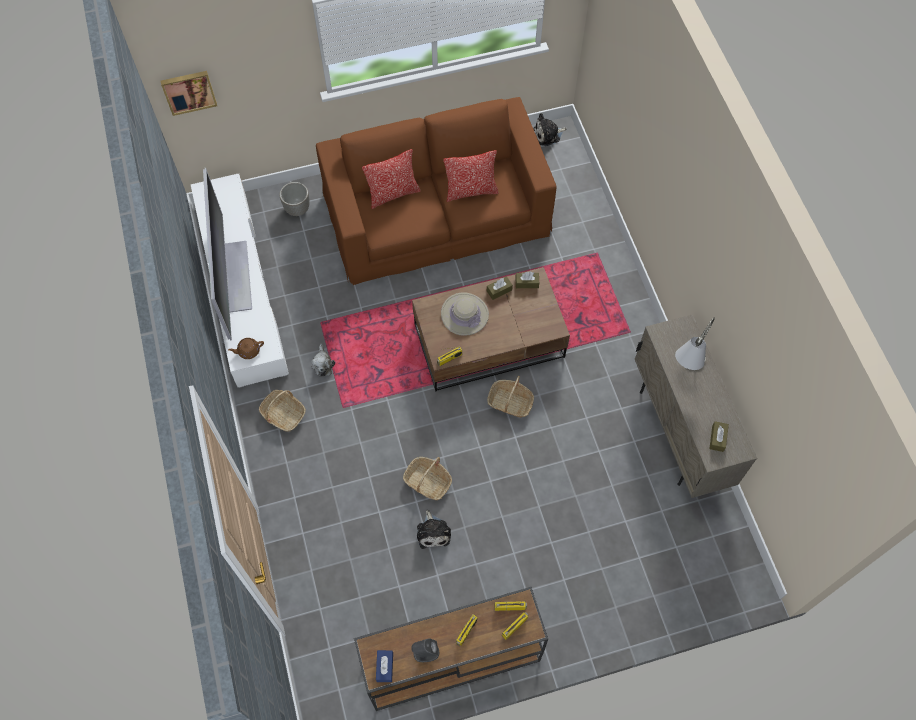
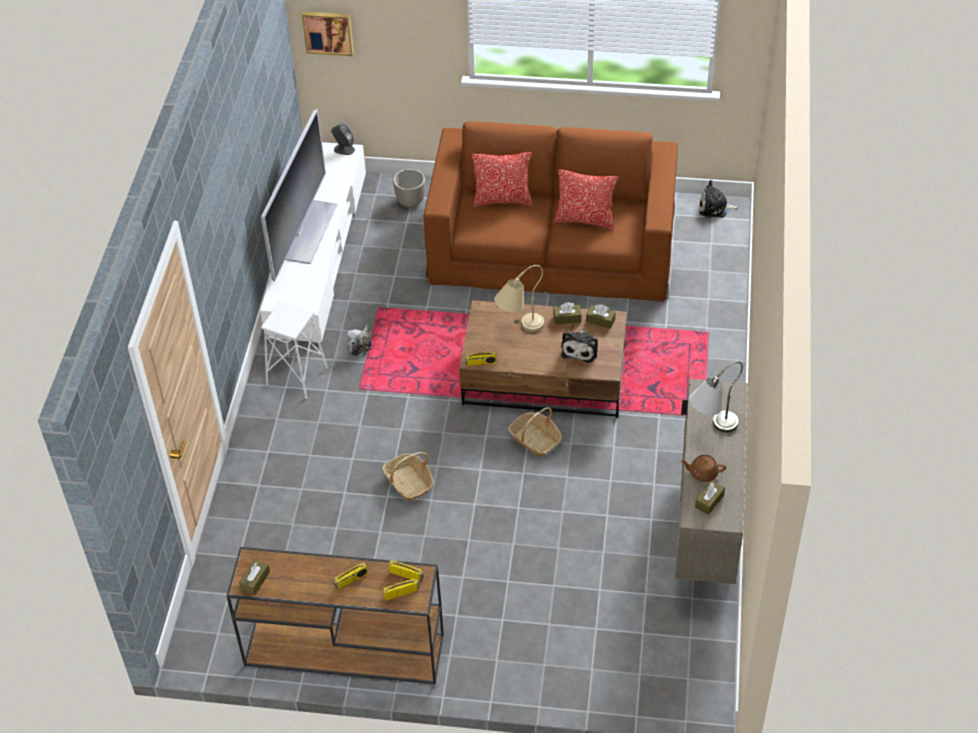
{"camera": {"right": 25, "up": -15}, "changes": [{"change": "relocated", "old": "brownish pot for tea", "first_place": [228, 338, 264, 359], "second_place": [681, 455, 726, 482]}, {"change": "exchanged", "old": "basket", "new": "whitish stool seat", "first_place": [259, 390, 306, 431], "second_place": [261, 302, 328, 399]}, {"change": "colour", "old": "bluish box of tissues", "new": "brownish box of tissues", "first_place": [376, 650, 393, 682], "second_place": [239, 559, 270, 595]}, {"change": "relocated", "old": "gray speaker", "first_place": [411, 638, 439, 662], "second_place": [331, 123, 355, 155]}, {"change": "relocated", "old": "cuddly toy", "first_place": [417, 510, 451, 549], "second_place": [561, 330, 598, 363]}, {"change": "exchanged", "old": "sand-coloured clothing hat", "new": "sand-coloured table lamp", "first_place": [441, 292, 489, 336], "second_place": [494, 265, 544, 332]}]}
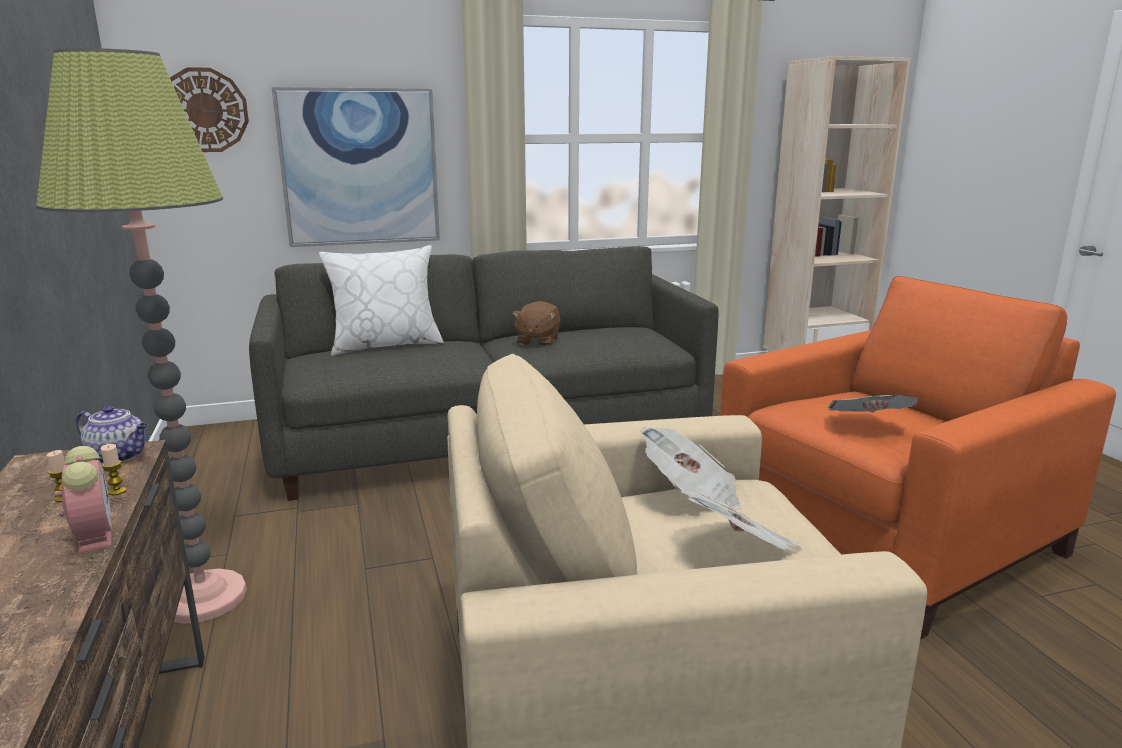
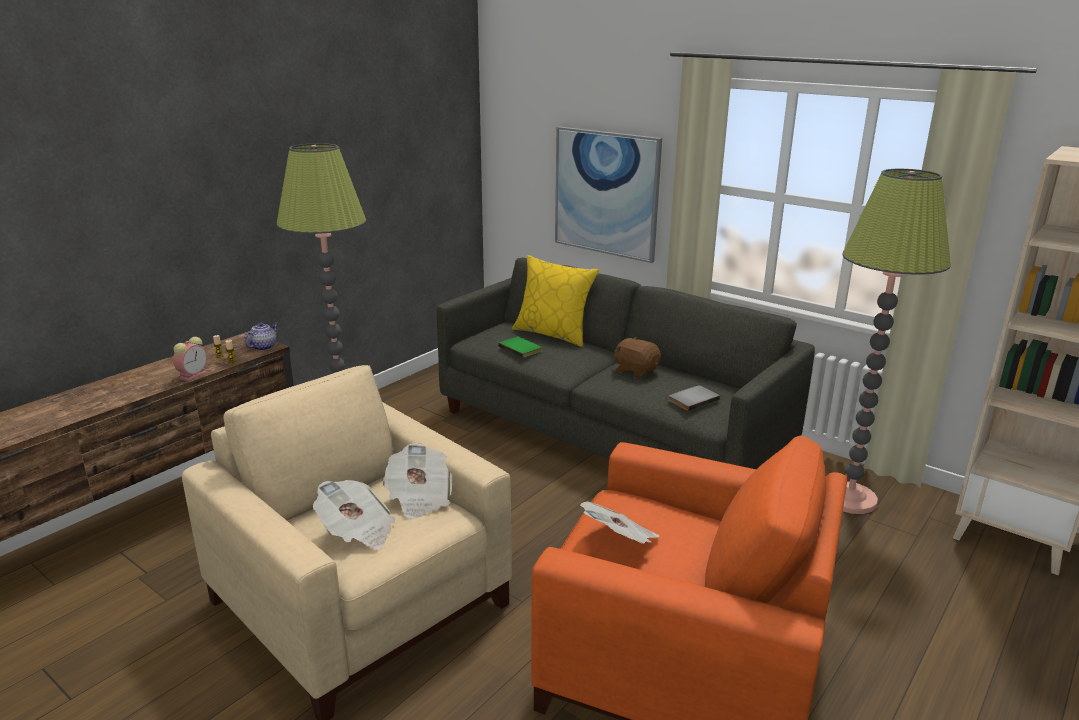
{"camera": {"right": 55, "up": 5}, "changes": [{"change": "spun", "old": "pot for tea", "first_place": [76, 406, 148, 464], "second_place": [244, 322, 278, 351], "degrees": -135}, {"change": "missing", "old": "hanging clock", "first_place": [170, 67, 249, 152]}, {"change": "colour", "old": "whitish pillow", "new": "yellowish pillow", "first_place": [319, 245, 444, 356], "second_place": [512, 255, 599, 347]}, {"change": "spun", "old": "brownish cuddly toy", "first_place": [512, 301, 561, 347], "second_place": [614, 337, 661, 378], "degrees": 60}, {"change": "appeared", "new": "green-coloured volume", "second_place": [498, 337, 542, 358]}, {"change": "appeared", "new": "gray volume", "second_place": [668, 385, 720, 411]}, {"change": "appeared", "new": "floor lamp", "second_place": [842, 169, 951, 514]}]}
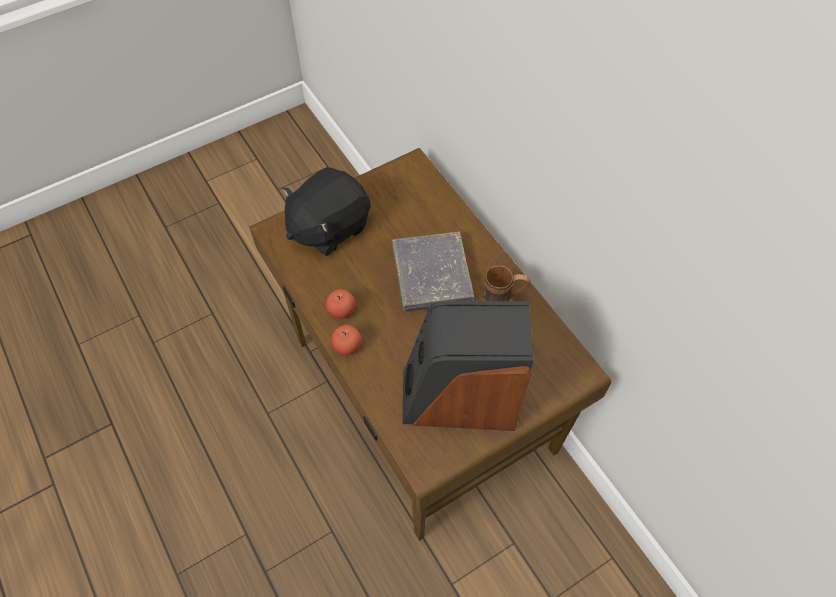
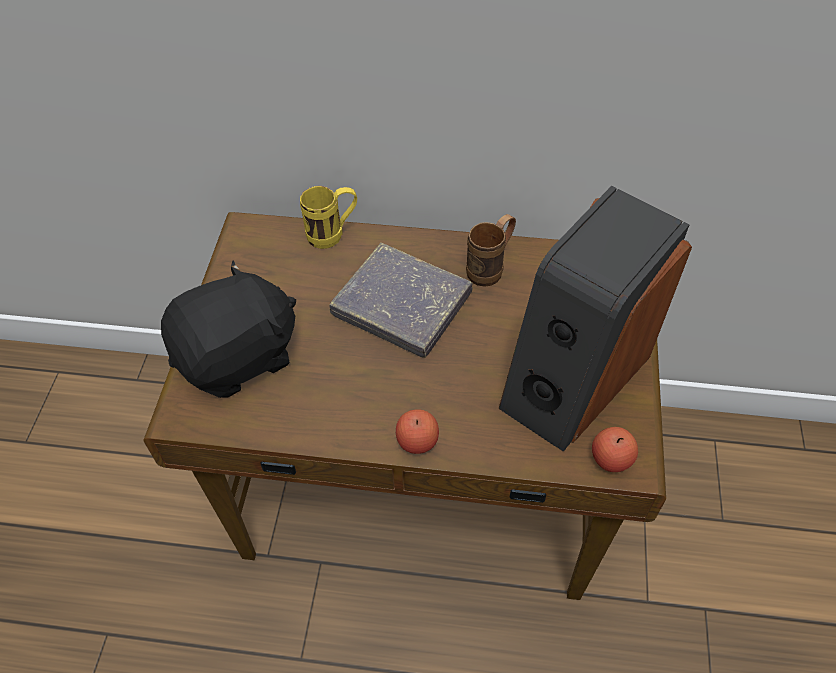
{"camera": {"right": -50, "up": -5}, "changes": [{"change": "spun", "old": "blackish cuddly toy", "first_place": [282, 168, 370, 256], "second_place": [161, 260, 296, 398], "degrees": -120}, {"change": "relocated", "old": "apple fruit", "first_place": [326, 289, 355, 319], "second_place": [592, 427, 638, 472]}, {"change": "appeared", "new": "yellowish tea mug", "second_place": [300, 186, 357, 249]}]}
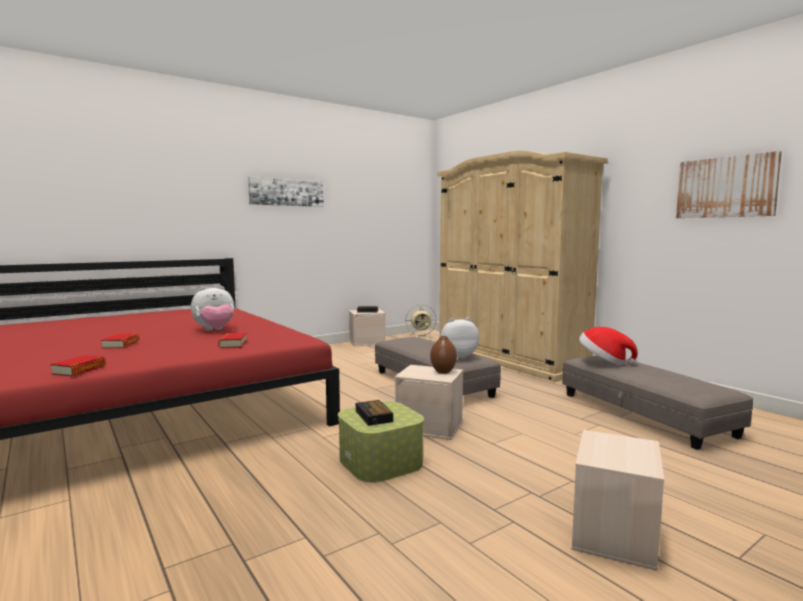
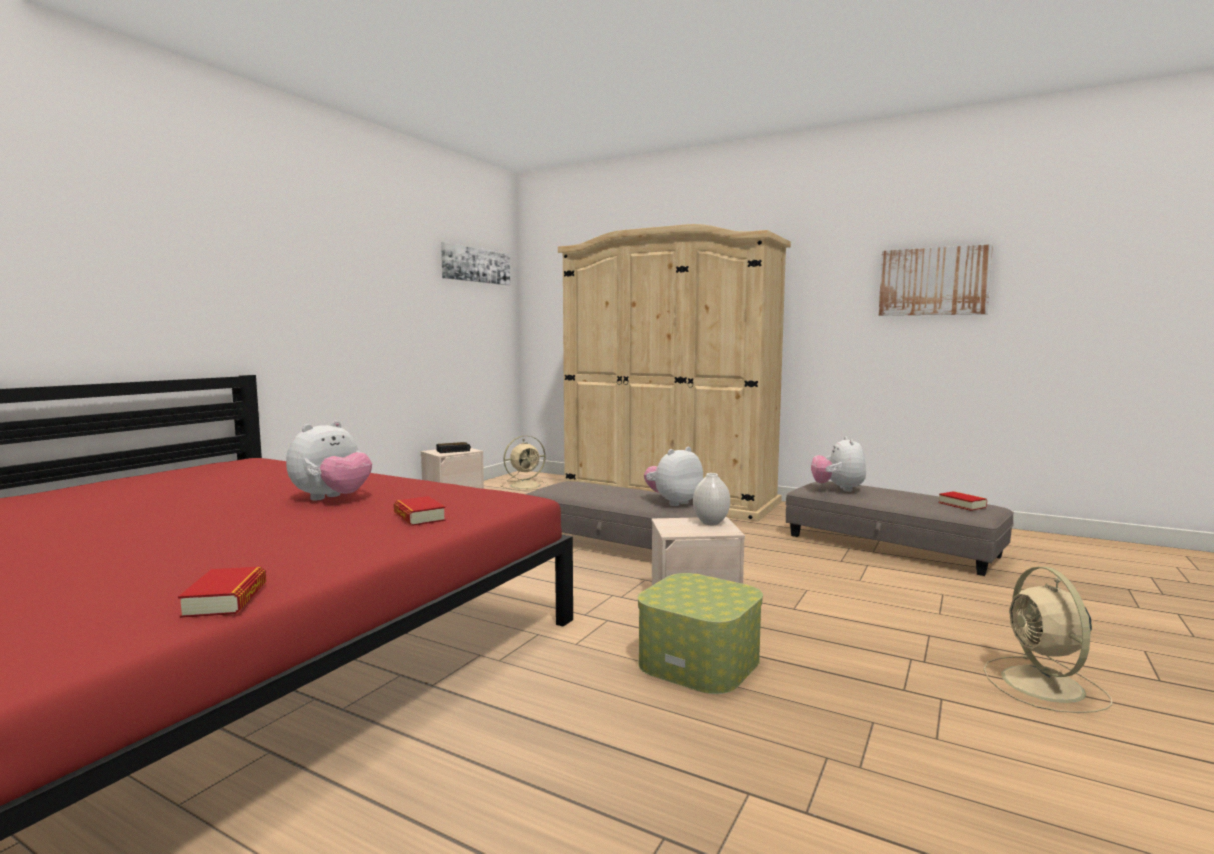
{"camera": {"right": -25, "up": 0}, "changes": [{"change": "relocated", "old": "volume", "first_place": [101, 334, 139, 349], "second_place": [938, 491, 987, 511]}, {"change": "relocated", "old": "wall art", "first_place": [248, 177, 324, 207], "second_place": [441, 242, 510, 285]}, {"change": "missing", "old": "alarm clock", "first_place": [356, 400, 393, 426]}, {"change": "colour", "old": "brownish vase", "new": "whitish vase", "first_place": [430, 336, 457, 374], "second_place": [693, 473, 730, 525]}, {"change": "exchanged", "old": "sand-coloured storage box", "new": "sand-coloured fan", "first_place": [571, 430, 664, 571], "second_place": [983, 567, 1112, 713]}, {"change": "exchanged", "old": "clothing hat", "new": "cuddly toy", "first_place": [579, 327, 638, 365], "second_place": [811, 436, 866, 492]}]}
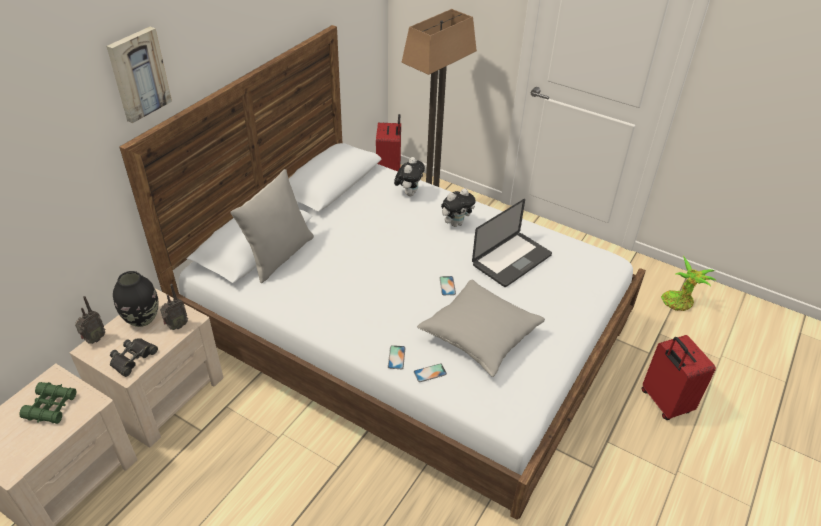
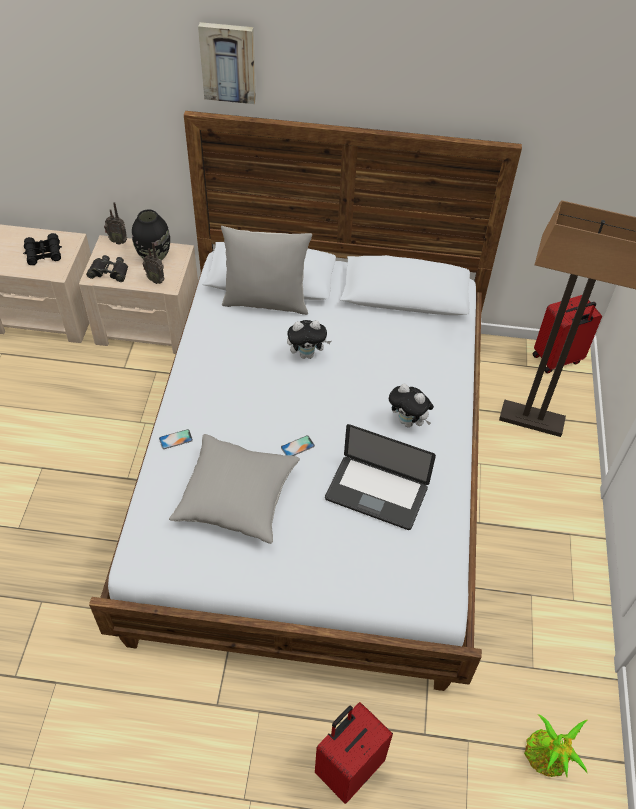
{"camera": {"right": 65, "up": 10}, "changes": [{"change": "colour", "old": "green-coloured binoculars", "new": "blackish binoculars", "first_place": [19, 382, 76, 424], "second_place": [23, 233, 62, 265]}, {"change": "relocated", "old": "cuddly toy", "first_place": [394, 157, 425, 196], "second_place": [287, 320, 331, 359]}, {"change": "missing", "old": "phone", "first_place": [414, 363, 447, 382]}]}
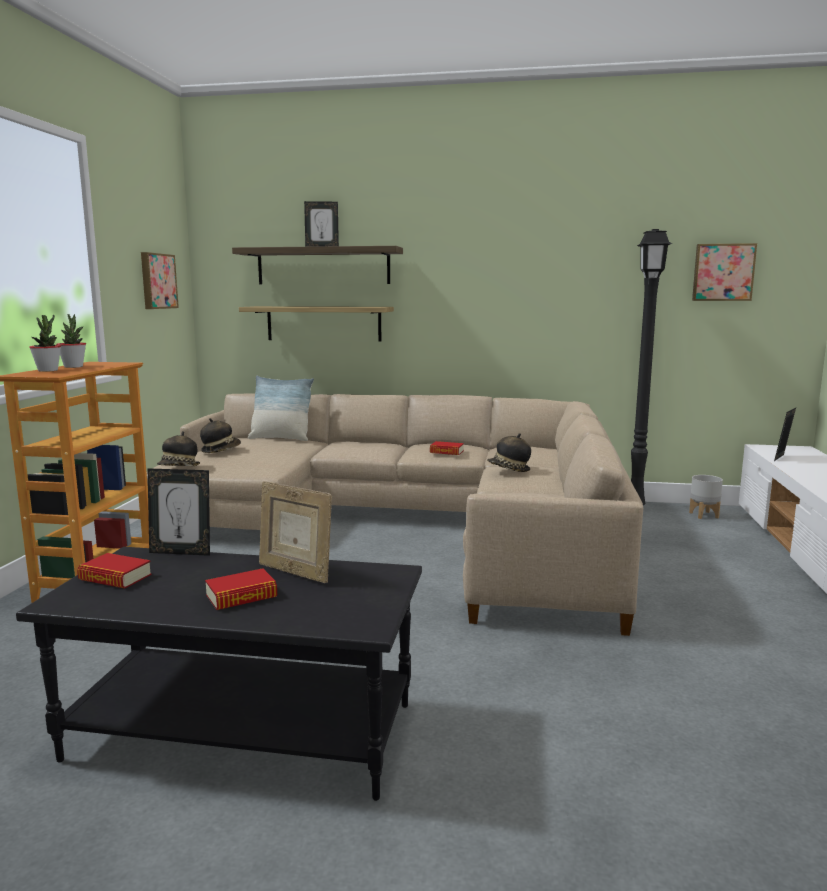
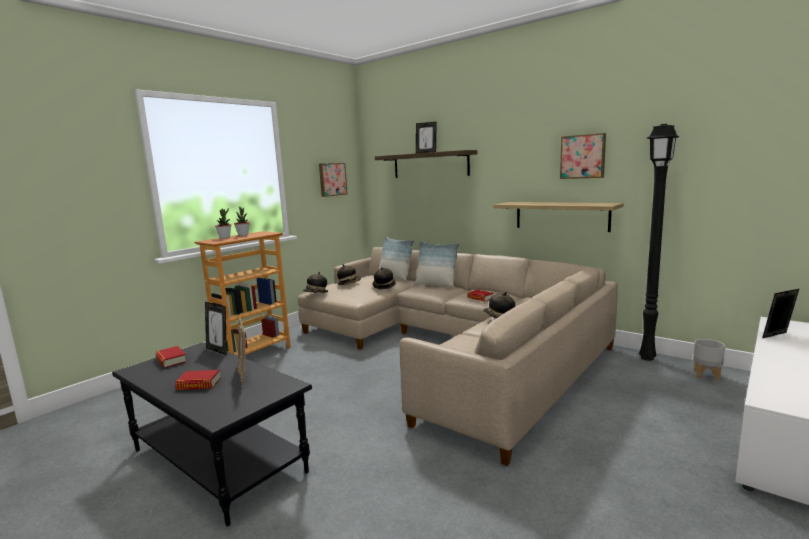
{"camera": {"right": 30, "up": 0}, "changes": [{"change": "relocated", "old": "bracket shelf", "first_place": [239, 306, 394, 342], "second_place": [494, 202, 624, 232]}, {"change": "relocated", "old": "wall art", "first_place": [692, 243, 757, 301], "second_place": [560, 133, 606, 179]}, {"change": "appeared", "new": "clothing hat", "second_place": [373, 267, 396, 289]}, {"change": "appeared", "new": "pillow", "second_place": [414, 241, 459, 288]}]}
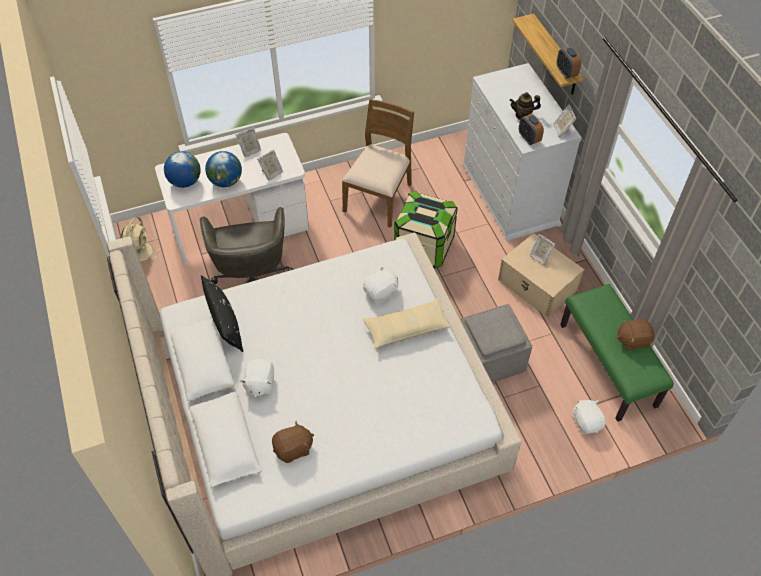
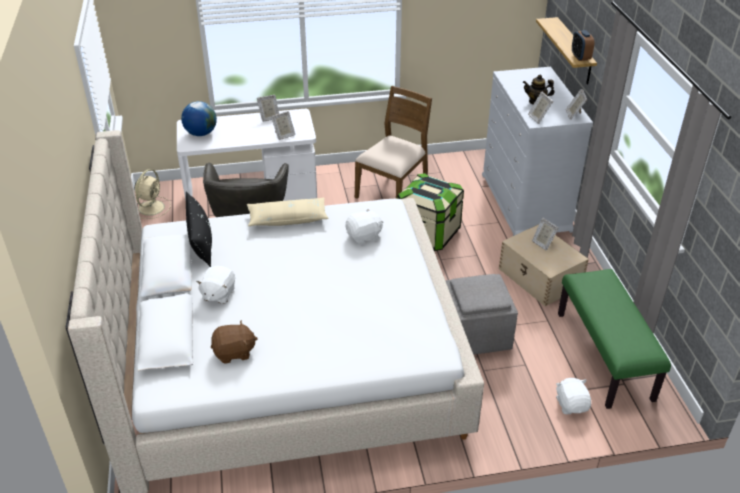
{"camera": {"right": 10, "up": -15}, "changes": [{"change": "missing", "old": "globe", "first_place": [205, 151, 242, 187]}, {"change": "relocated", "old": "sand-coloured pillow", "first_place": [363, 298, 452, 349], "second_place": [247, 198, 329, 226]}, {"change": "exchanged", "old": "alarm clock", "new": "picture frame", "first_place": [519, 114, 544, 145], "second_place": [528, 92, 553, 124]}, {"change": "missing", "old": "brownish cuddly toy", "first_place": [616, 319, 655, 351]}]}
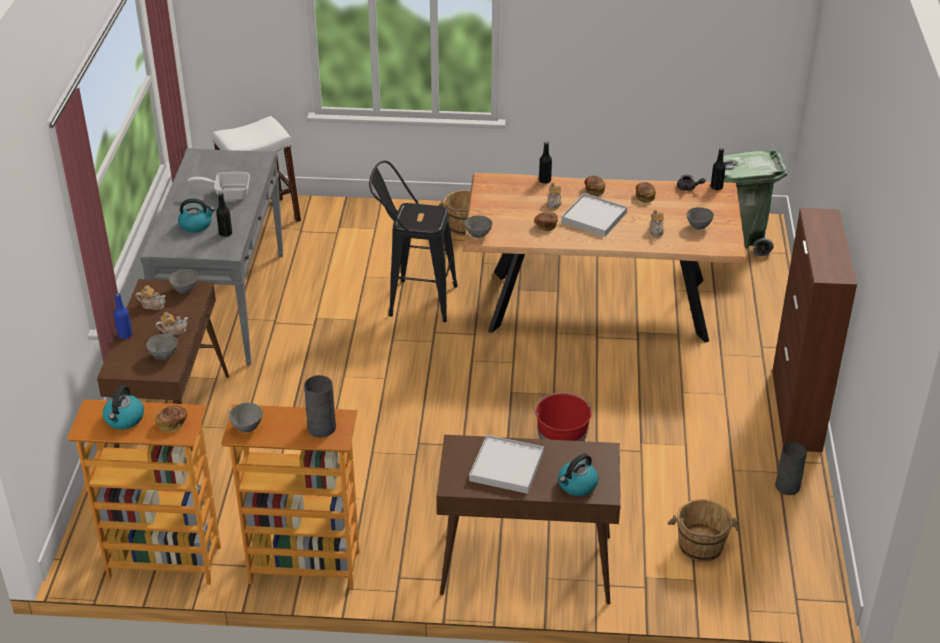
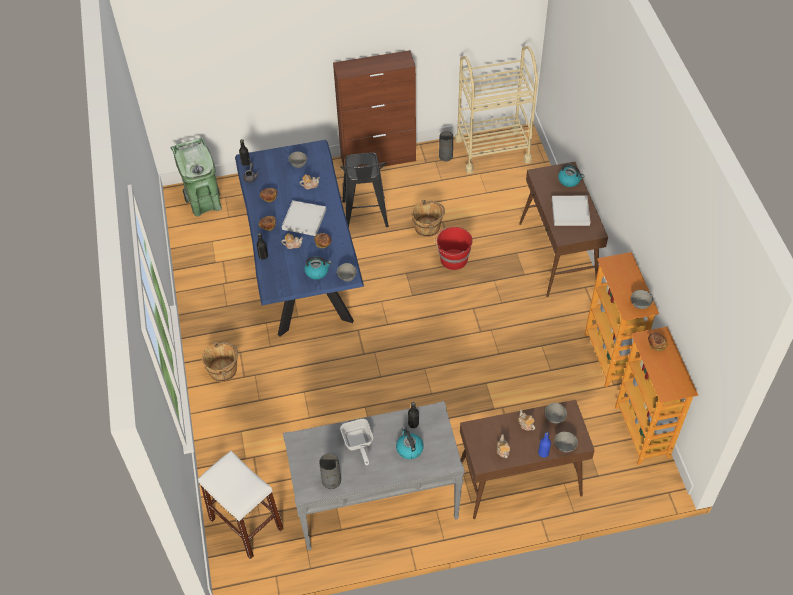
{"camera": {"right": -105, "up": 15}, "changes": [{"change": "relocated", "old": "water kettle", "first_place": [103, 385, 144, 429], "second_place": [304, 256, 332, 280]}, {"change": "relocated", "old": "gray deep dish", "first_place": [169, 269, 198, 294], "second_place": [555, 432, 578, 452]}, {"change": "relocated", "old": "gray vase", "first_place": [304, 375, 336, 438], "second_place": [319, 453, 341, 489]}, {"change": "relocated", "old": "blackish stool seat", "first_place": [369, 160, 458, 322], "second_place": [340, 153, 389, 227]}, {"change": "colour", "old": "brownish dinner table", "new": "bluish dinner table", "first_place": [463, 173, 747, 343], "second_place": [235, 140, 364, 337]}, {"change": "relocated", "old": "brownish bucket", "first_place": [667, 499, 739, 562], "second_place": [412, 200, 445, 237]}, {"change": "appeared", "new": "sand-coloured cart", "second_place": [455, 46, 538, 174]}]}
